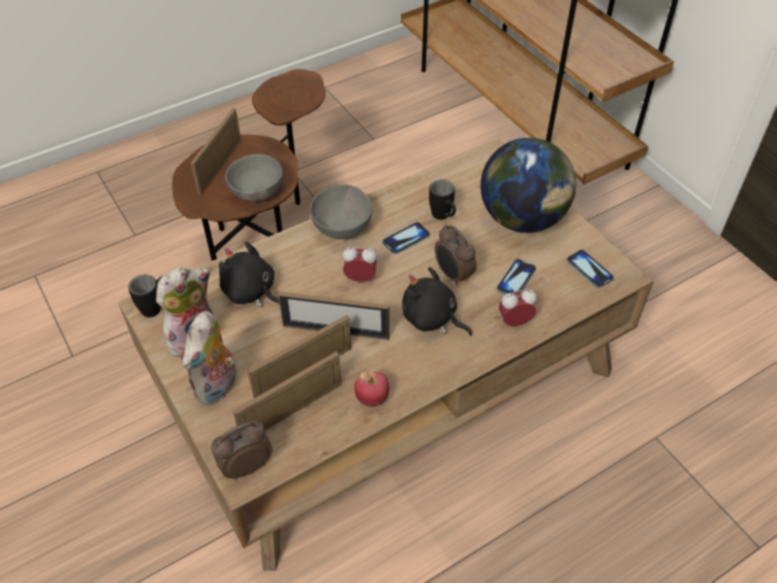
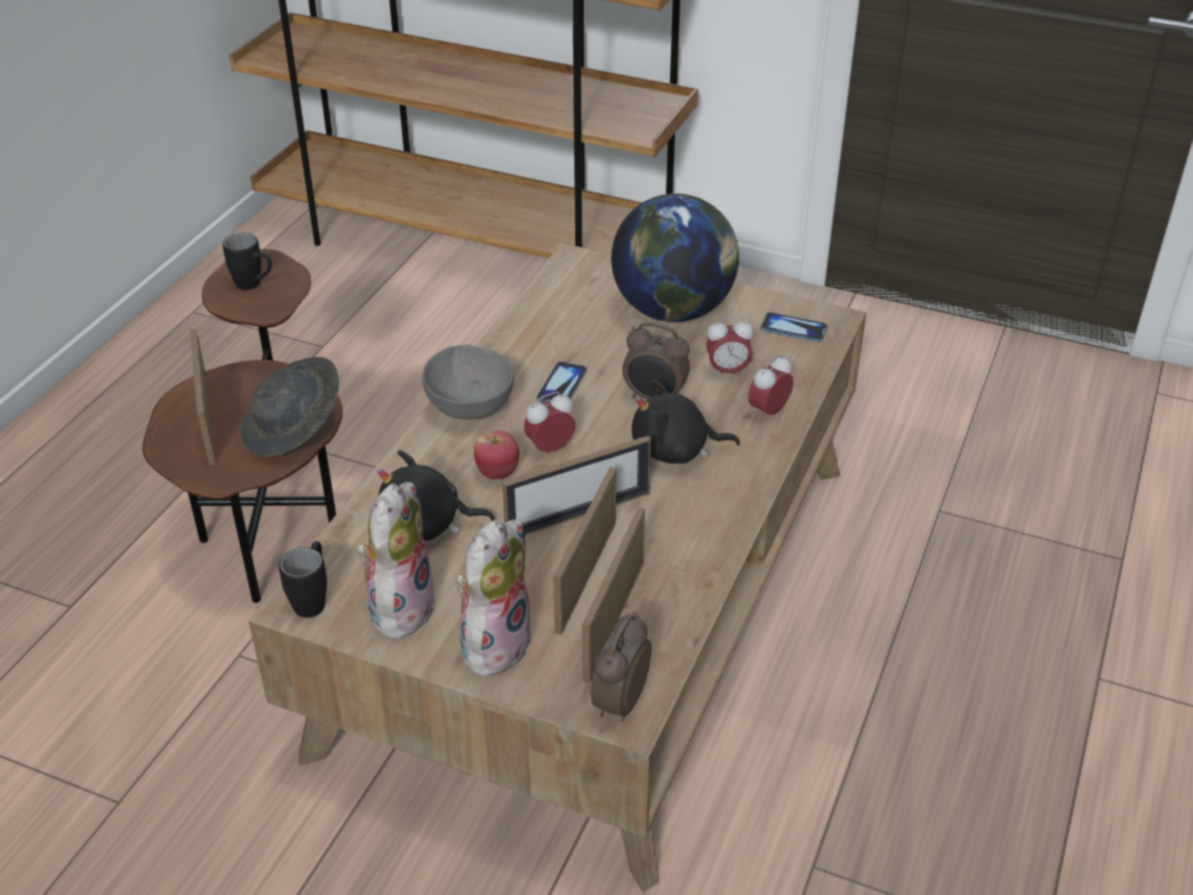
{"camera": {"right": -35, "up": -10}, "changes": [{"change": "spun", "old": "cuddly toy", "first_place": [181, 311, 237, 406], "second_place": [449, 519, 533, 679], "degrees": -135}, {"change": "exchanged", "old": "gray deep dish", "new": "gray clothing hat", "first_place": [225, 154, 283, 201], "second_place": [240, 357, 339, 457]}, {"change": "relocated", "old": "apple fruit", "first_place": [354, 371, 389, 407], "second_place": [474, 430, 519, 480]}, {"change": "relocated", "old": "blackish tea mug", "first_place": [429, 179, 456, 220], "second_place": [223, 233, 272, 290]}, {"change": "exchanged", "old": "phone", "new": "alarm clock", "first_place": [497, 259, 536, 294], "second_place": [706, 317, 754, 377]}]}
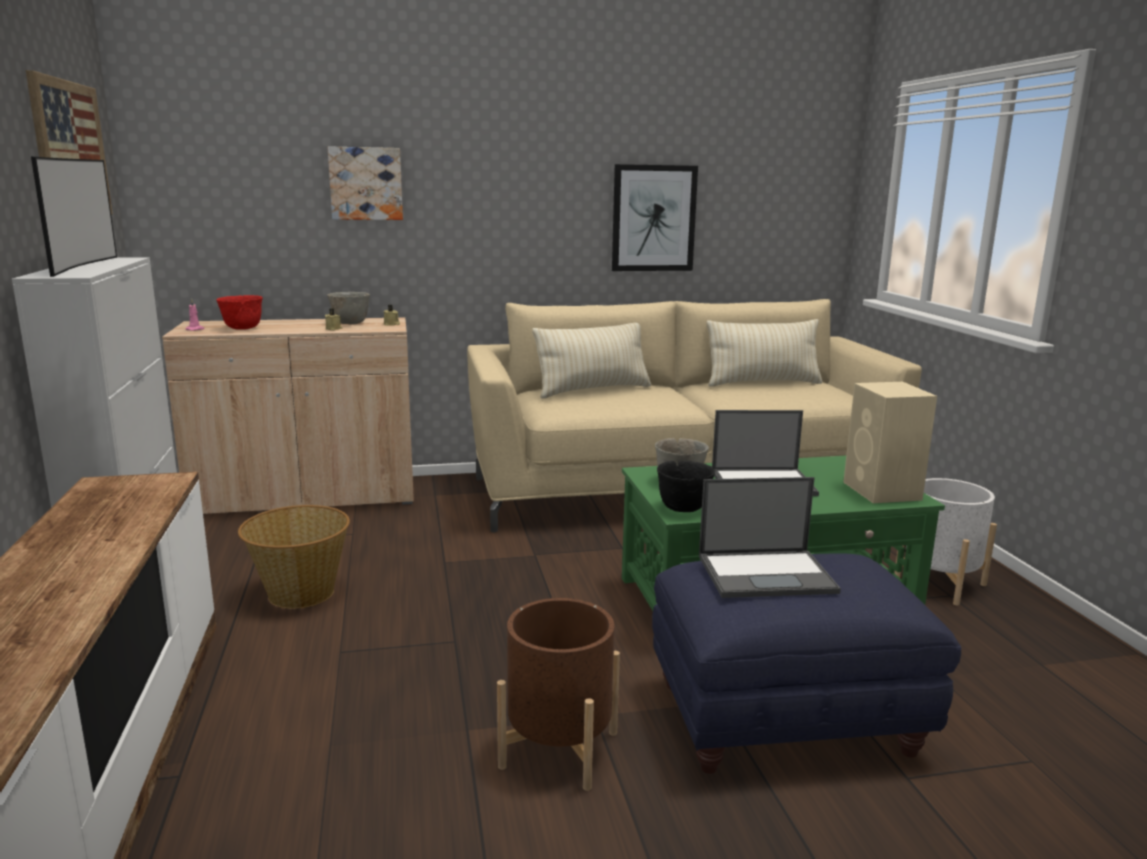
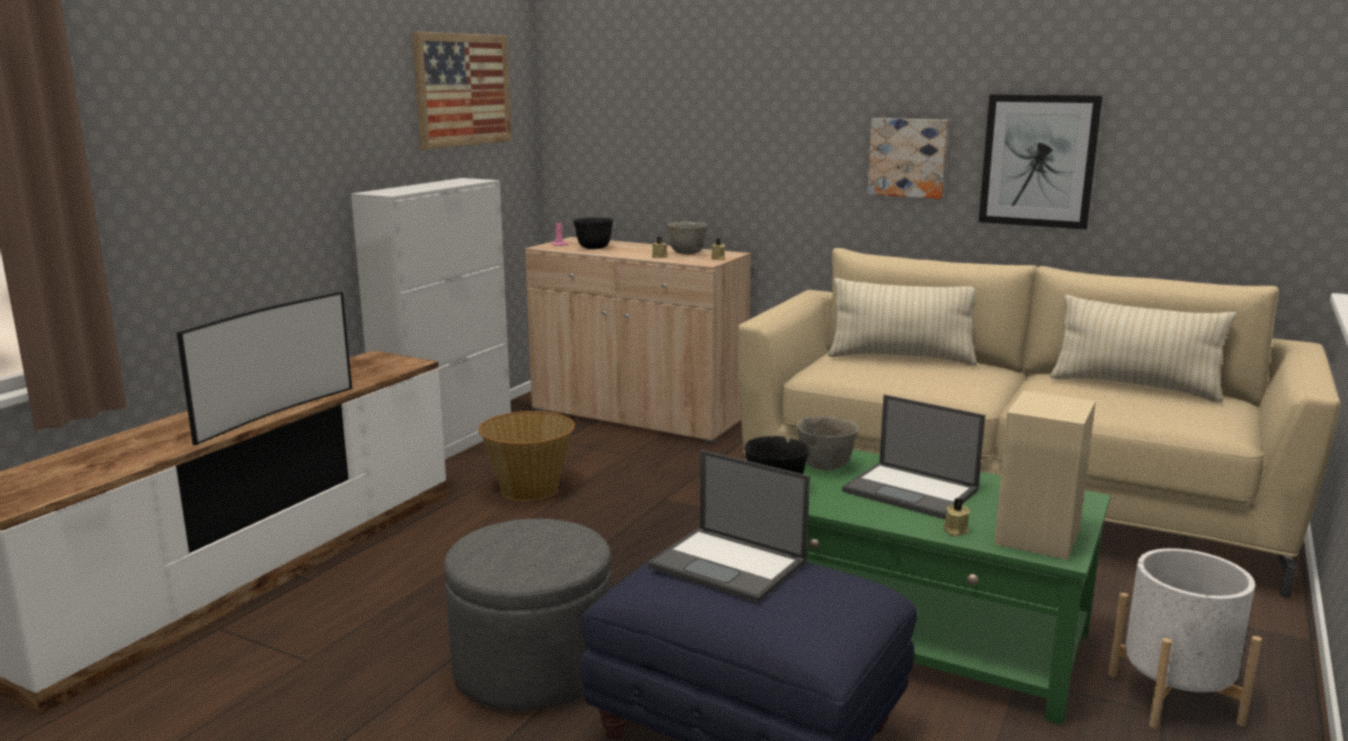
{"camera": {"right": 40, "up": 0}, "changes": [{"change": "relocated", "old": "TV", "first_place": [31, 157, 117, 277], "second_place": [177, 292, 352, 446]}, {"change": "colour", "old": "reddish deep dish", "new": "blackish deep dish", "first_place": [216, 295, 263, 330], "second_place": [573, 218, 613, 249]}, {"change": "relocated", "old": "wall art", "first_place": [328, 146, 403, 220], "second_place": [867, 118, 949, 199]}, {"change": "exchanged", "old": "brownish plant pot", "new": "gray footrest", "first_place": [497, 598, 620, 791], "second_place": [444, 518, 611, 711]}, {"change": "appeared", "new": "sand-coloured wax candle", "second_place": [943, 498, 970, 536]}]}
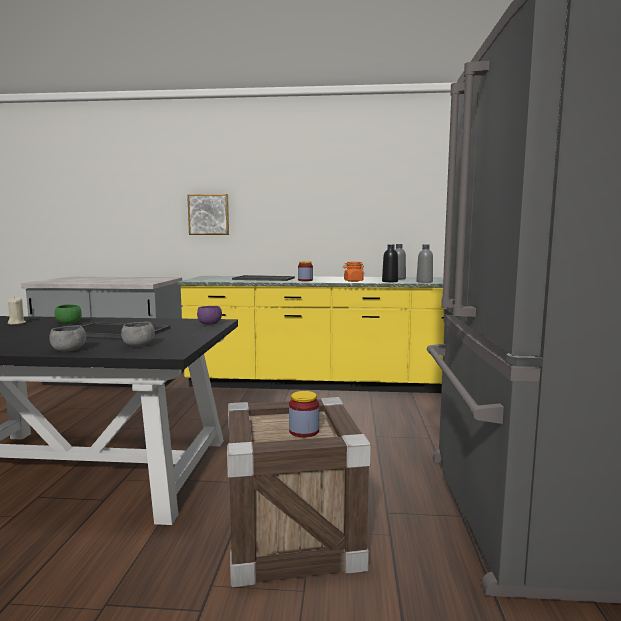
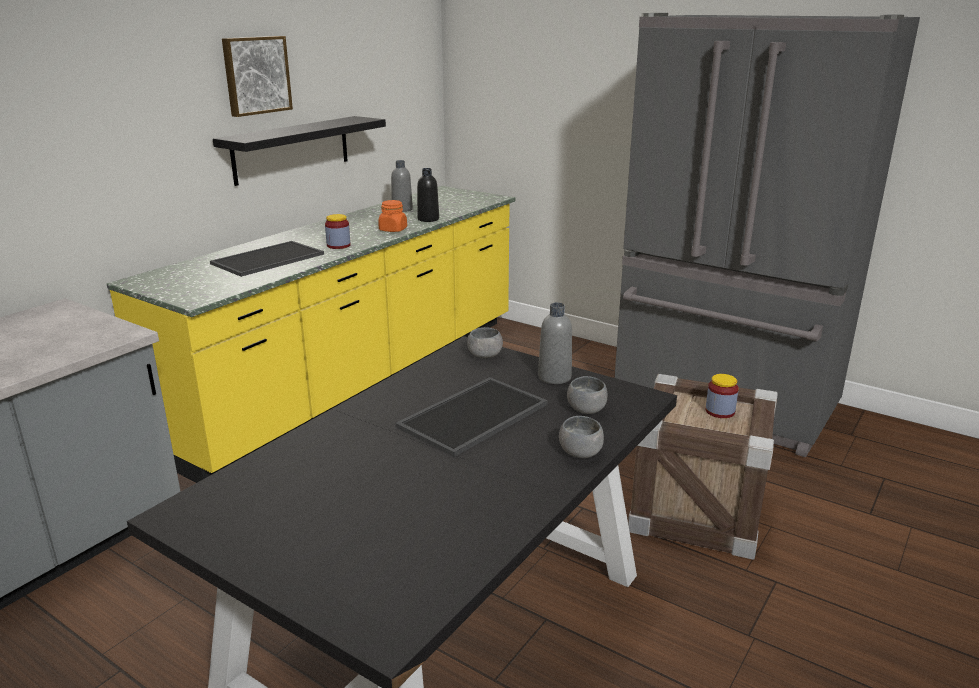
{"camera": {"right": -60, "up": 15}, "changes": [{"change": "missing", "old": "sand-coloured wax candle", "first_place": [8, 297, 26, 325]}, {"change": "missing", "old": "green-coloured deep dish", "first_place": [54, 305, 82, 324]}, {"change": "relocated", "old": "wall art", "first_place": [187, 194, 229, 235], "second_place": [222, 36, 293, 117]}, {"change": "colour", "old": "purple-coloured deep dish", "new": "gray deep dish", "first_place": [197, 306, 222, 325], "second_place": [467, 327, 503, 358]}, {"change": "relocated", "old": "gray bottle", "first_place": [416, 244, 433, 283], "second_place": [538, 303, 572, 384]}, {"change": "appeared", "new": "blackish bracket shelf", "second_place": [213, 116, 386, 186]}]}
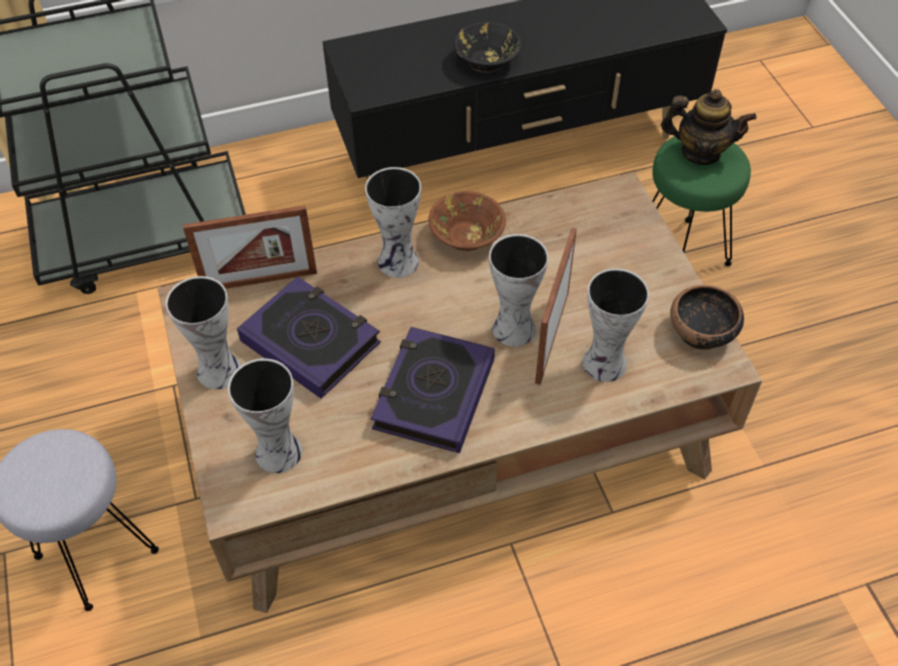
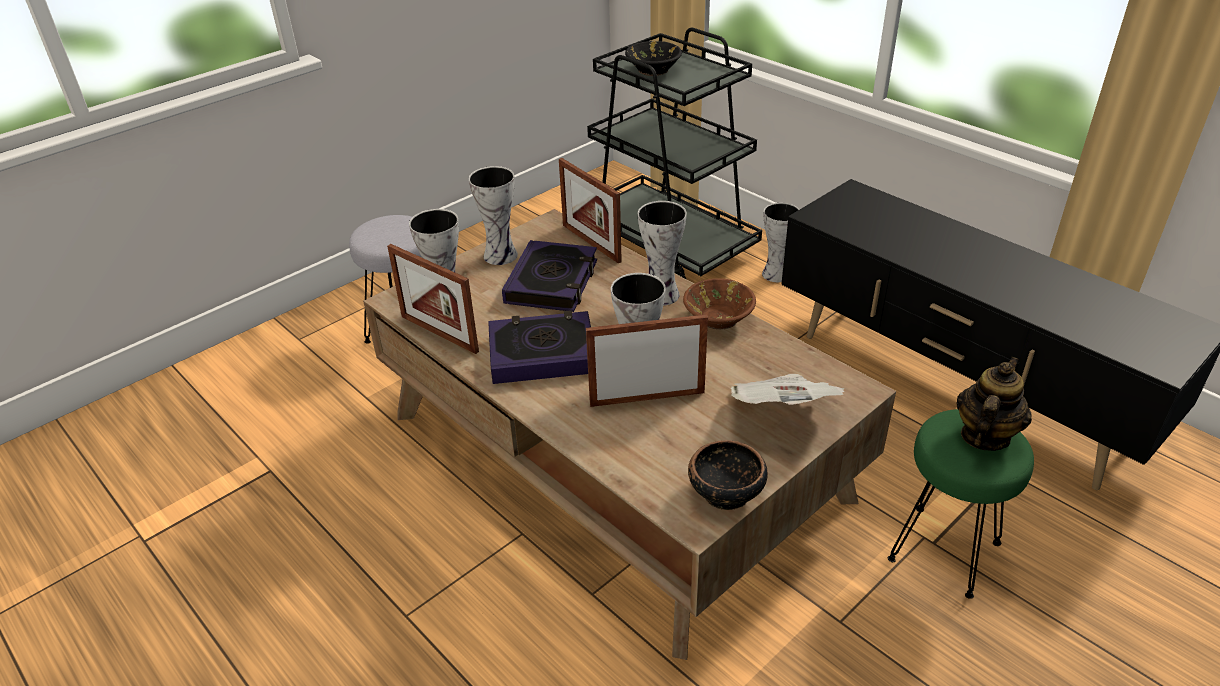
{"camera": {"right": 65, "up": -15}, "changes": [{"change": "relocated", "old": "blackish deep dish", "first_place": [453, 22, 522, 73], "second_place": [625, 41, 682, 76]}, {"change": "relocated", "old": "vase", "first_place": [583, 268, 649, 382], "second_place": [762, 203, 800, 282]}, {"change": "spun", "old": "pot for tea", "first_place": [661, 89, 757, 165], "second_place": [957, 357, 1032, 451], "degrees": -135}, {"change": "appeared", "new": "picture frame", "second_place": [387, 244, 479, 354]}, {"change": "appeared", "new": "daily paper", "second_place": [731, 374, 844, 405]}]}
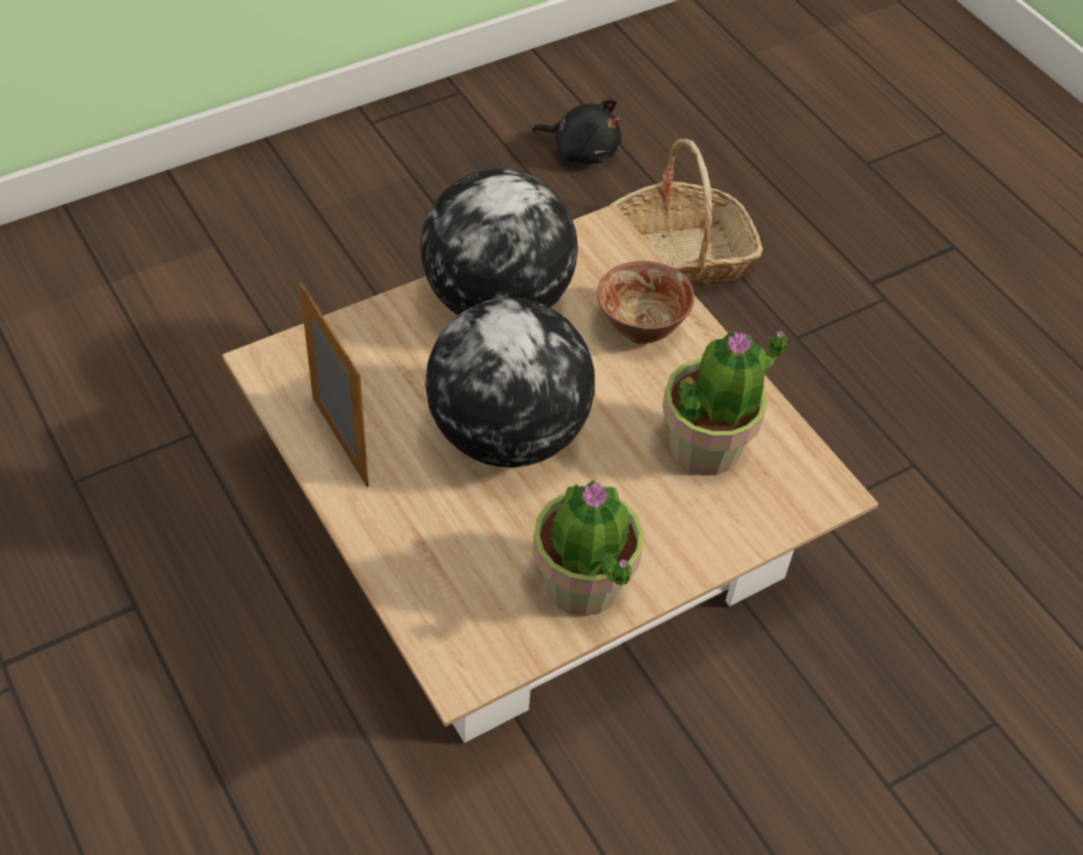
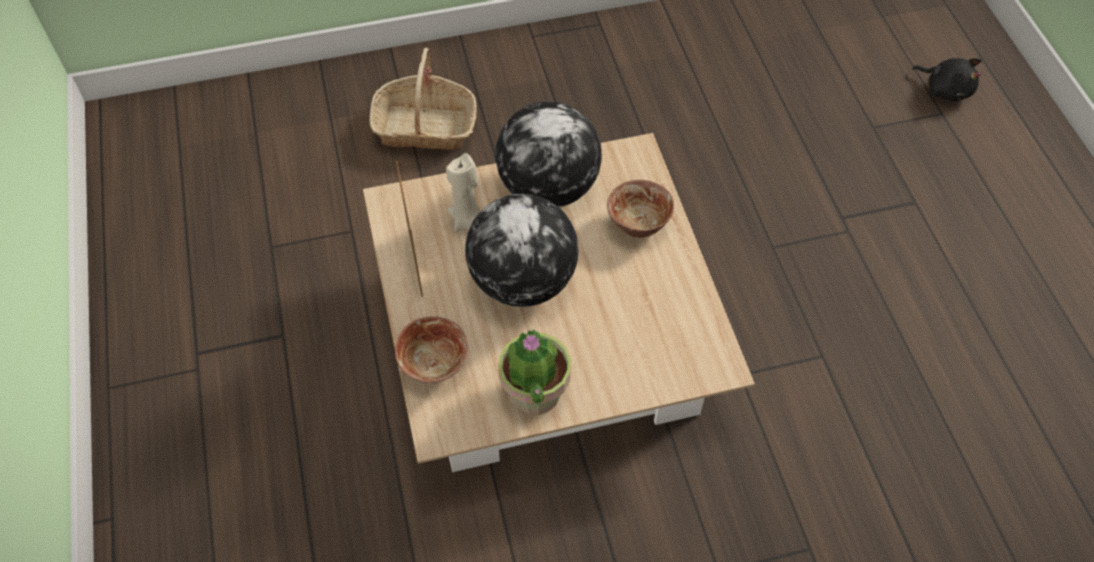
{"camera": {"right": 20, "up": 5}, "changes": [{"change": "relocated", "old": "blackish cuddly toy", "first_place": [532, 99, 622, 164], "second_place": [912, 58, 982, 102]}, {"change": "relocated", "old": "basket", "first_place": [609, 139, 763, 286], "second_place": [369, 48, 477, 150]}, {"change": "missing", "old": "potted plant", "first_place": [662, 331, 788, 475]}, {"change": "appeared", "new": "deep dish", "second_place": [395, 316, 468, 383]}, {"change": "appeared", "new": "sand-coloured wax candle", "second_place": [446, 153, 480, 232]}]}
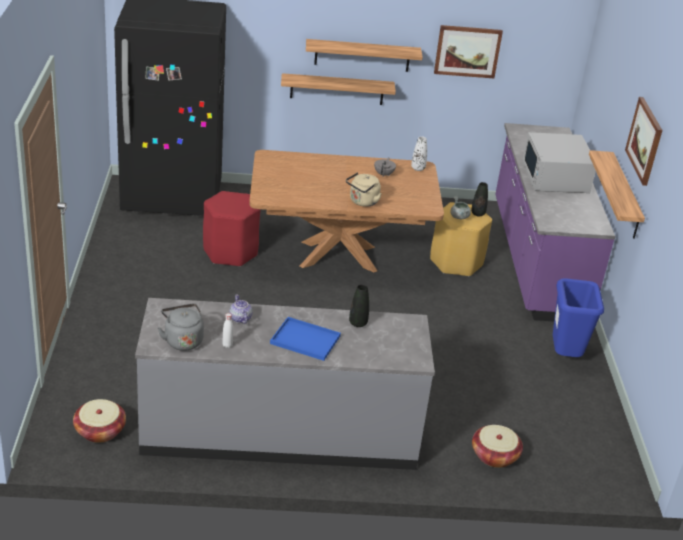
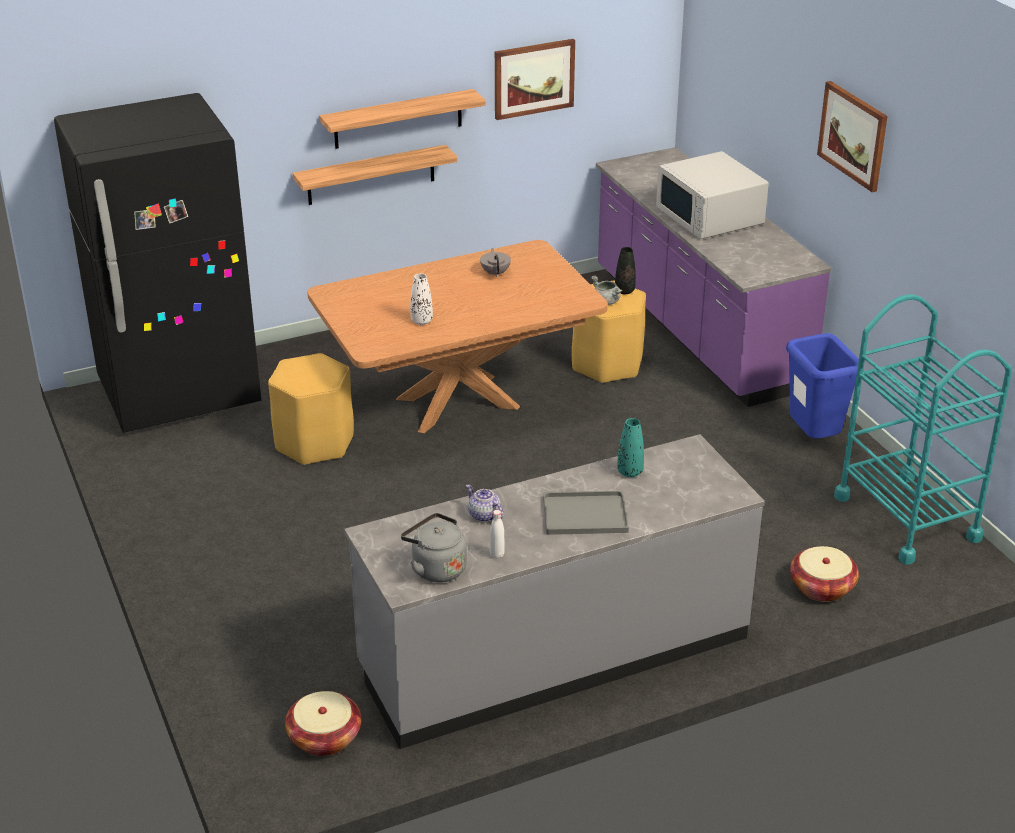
{"camera": {"right": -20, "up": 0}, "changes": [{"change": "colour", "old": "reddish stool seat", "new": "yellowish stool seat", "first_place": [203, 191, 260, 267], "second_place": [268, 353, 354, 465]}, {"change": "colour", "old": "bluish serving tray", "new": "gray serving tray", "first_place": [270, 317, 341, 361], "second_place": [543, 491, 629, 535]}, {"change": "missing", "old": "sand-coloured water kettle", "first_place": [346, 172, 381, 207]}, {"change": "colour", "old": "blackish vase", "new": "blue-green vase", "first_place": [349, 285, 369, 327], "second_place": [617, 418, 644, 477]}, {"change": "relocated", "old": "whitish vase", "first_place": [411, 136, 427, 171], "second_place": [410, 273, 433, 325]}, {"change": "missing", "old": "bracket shelf", "first_place": [589, 150, 645, 239]}, {"change": "appeared", "new": "blue-green cart", "second_place": [834, 294, 1012, 565]}]}
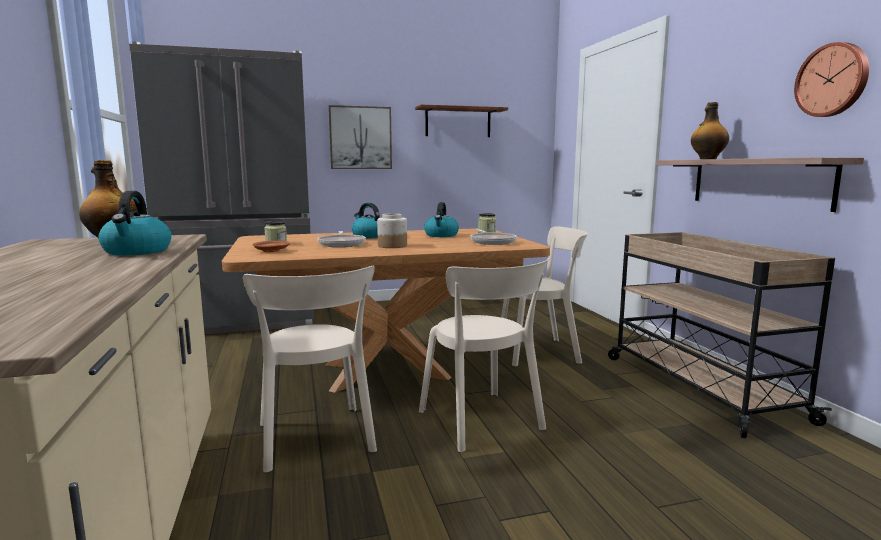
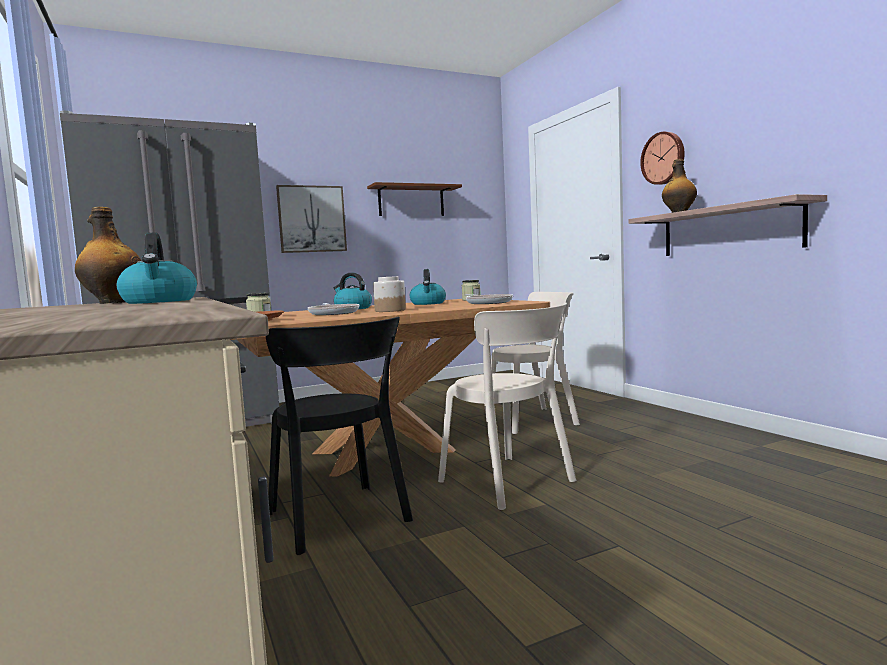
{"camera": {"right": -10, "up": -5}, "changes": [{"change": "colour", "old": "sand-coloured chair", "new": "blackish chair", "first_place": [243, 266, 377, 473], "second_place": [266, 316, 413, 555]}, {"change": "missing", "old": "sand-coloured cart", "first_place": [608, 232, 835, 438]}, {"change": "relocated", "old": "hanging clock", "first_place": [794, 42, 869, 117], "second_place": [640, 132, 685, 185]}]}
